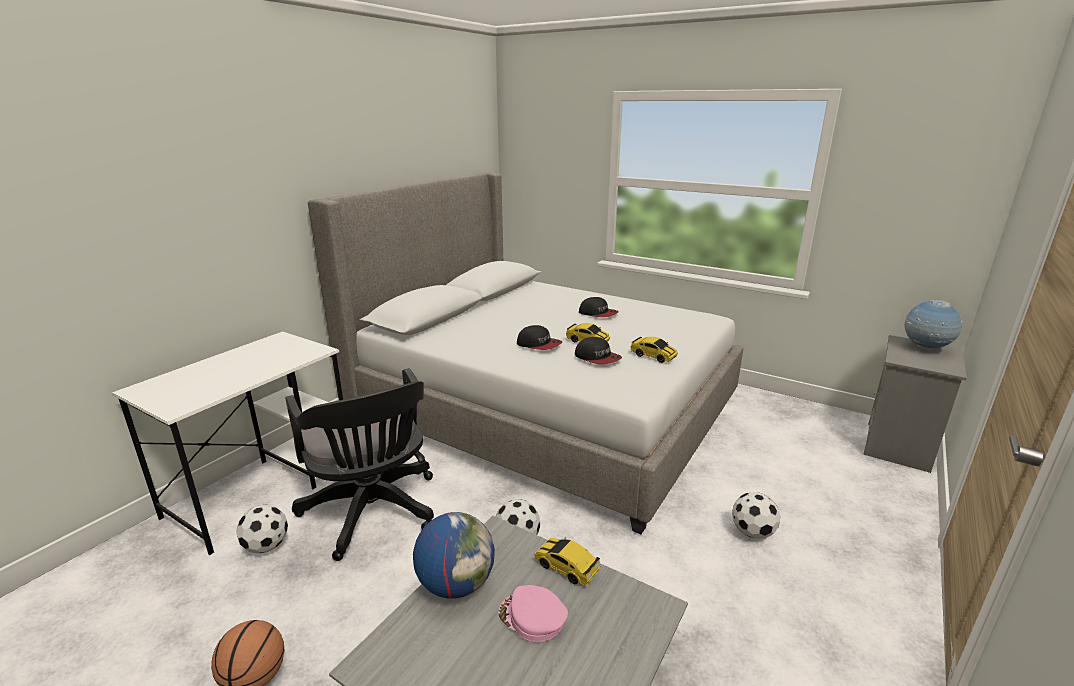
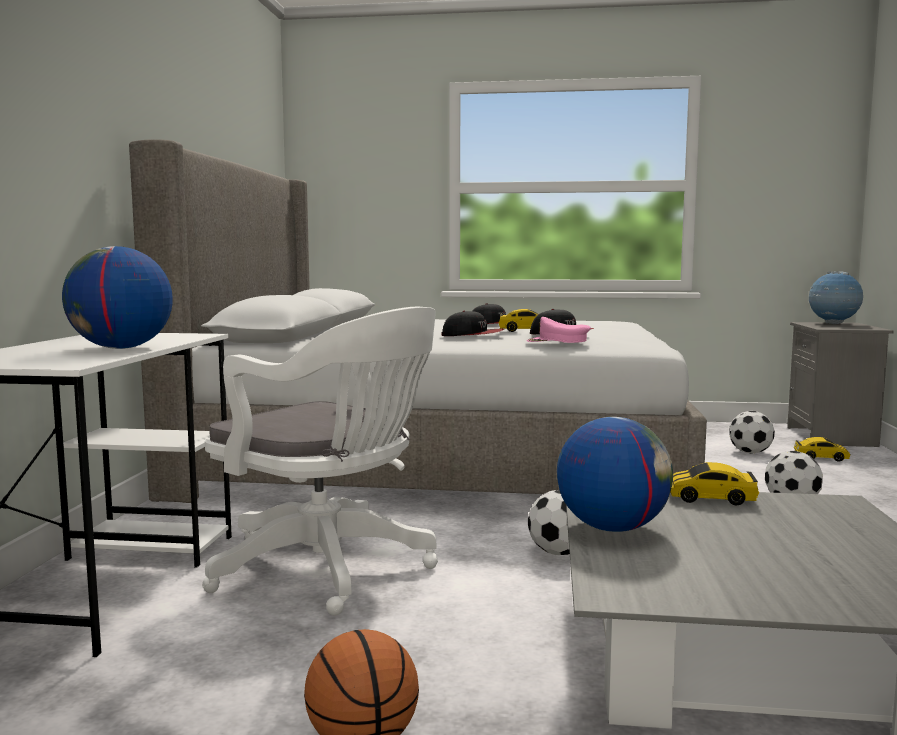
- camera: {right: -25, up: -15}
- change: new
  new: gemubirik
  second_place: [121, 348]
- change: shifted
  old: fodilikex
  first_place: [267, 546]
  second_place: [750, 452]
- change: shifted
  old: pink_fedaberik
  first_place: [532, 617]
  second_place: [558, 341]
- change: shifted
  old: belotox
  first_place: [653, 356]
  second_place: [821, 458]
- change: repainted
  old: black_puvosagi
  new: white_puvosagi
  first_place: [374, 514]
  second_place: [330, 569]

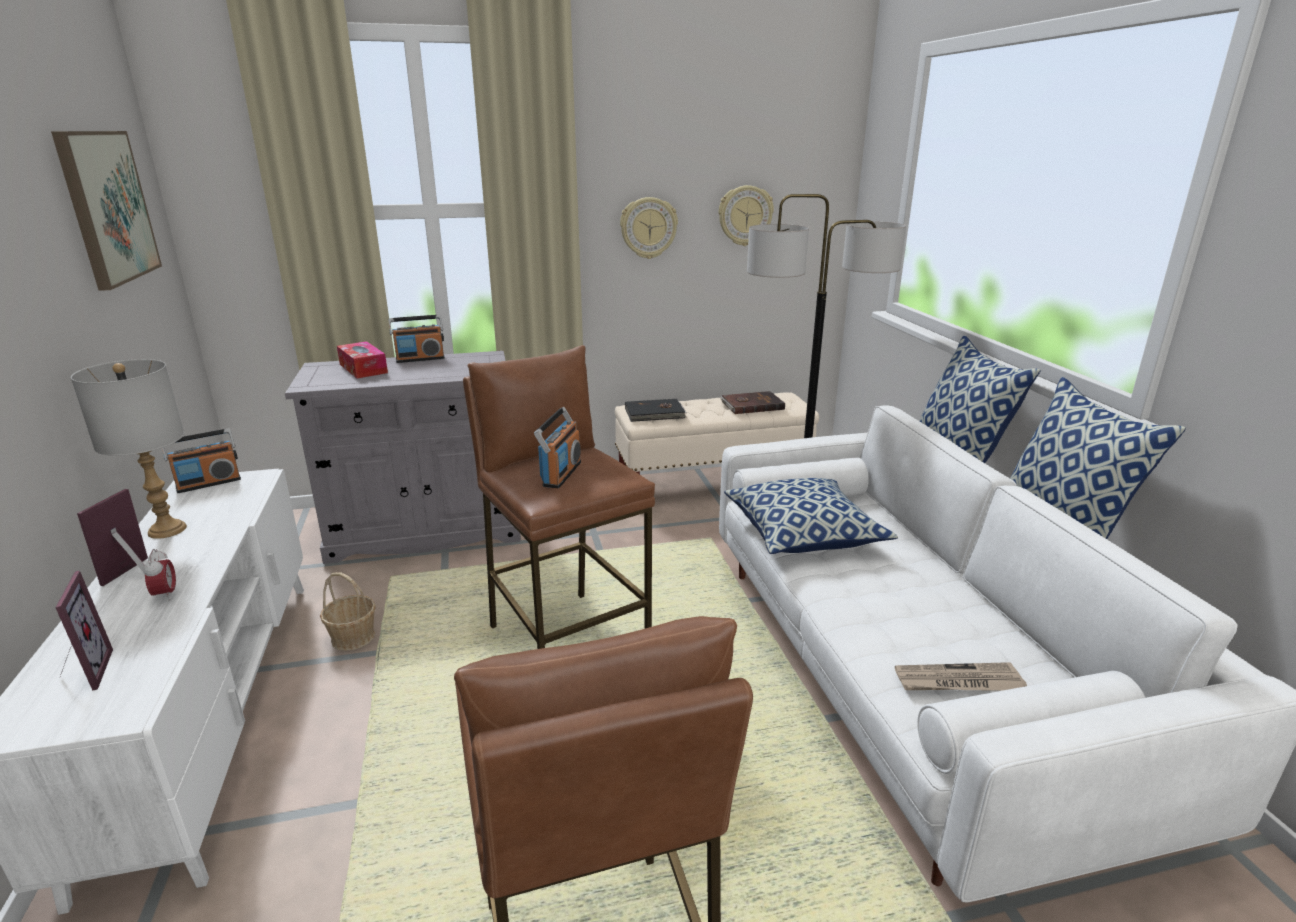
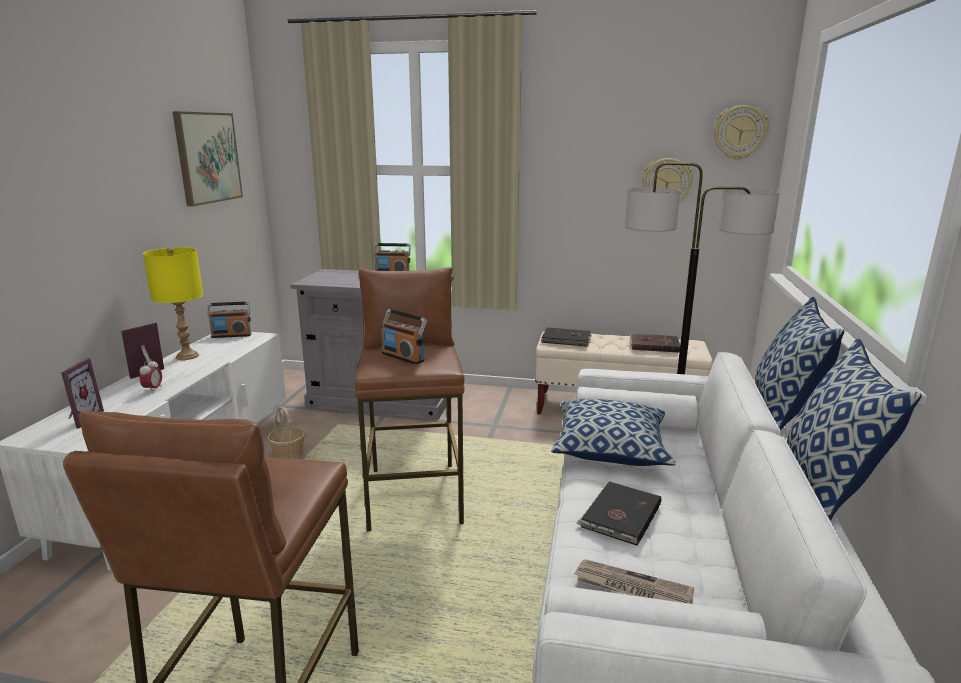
- camera: {right: 25, up: -5}
- change: gone
  old: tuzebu
  first_place: [363, 368]
- change: new
  new: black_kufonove
  second_place: [619, 515]
- change: shifted
  old: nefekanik
  first_place: [648, 228]
  second_place: [739, 132]
- change: repainted
  old: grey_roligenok
  new: yellow_roligenok
  first_place: [168, 530]
  second_place: [187, 356]
- change: rotated
  old: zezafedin
  first_place: [561, 474]
  second_place: [403, 357]
  degrees: 90

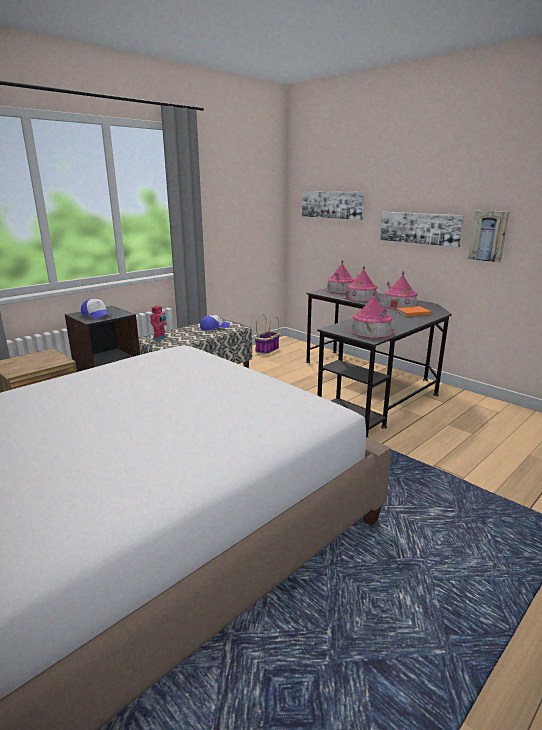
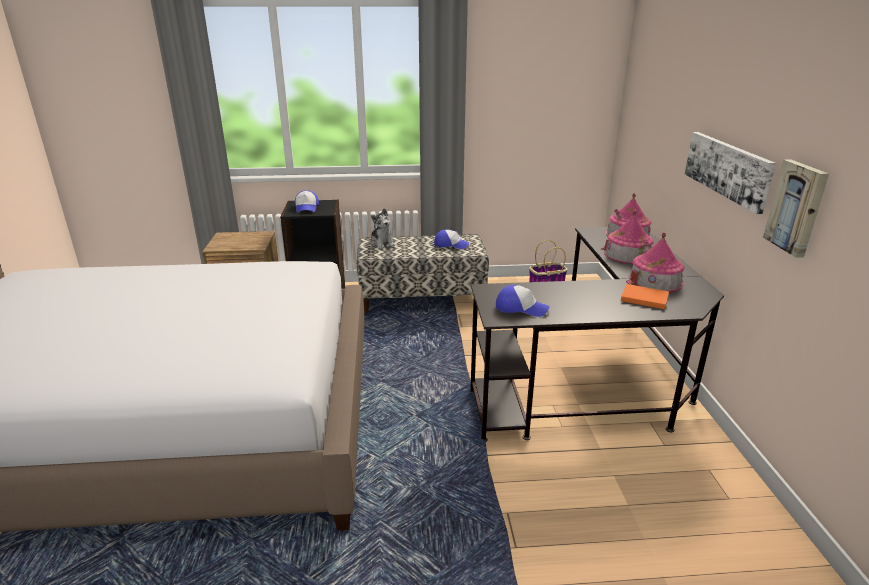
- camera: {right: 40, up: 5}
- change: gone
  old: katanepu
  first_place: [332, 204]
- change: swapped
  old: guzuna
  new: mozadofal
  first_place: [160, 338]
  second_place: [382, 243]
- change: swapped
  old: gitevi
  new: fedaberik
  first_place: [371, 331]
  second_place: [521, 308]

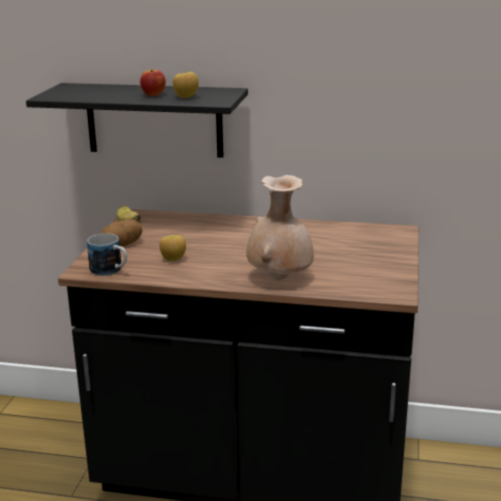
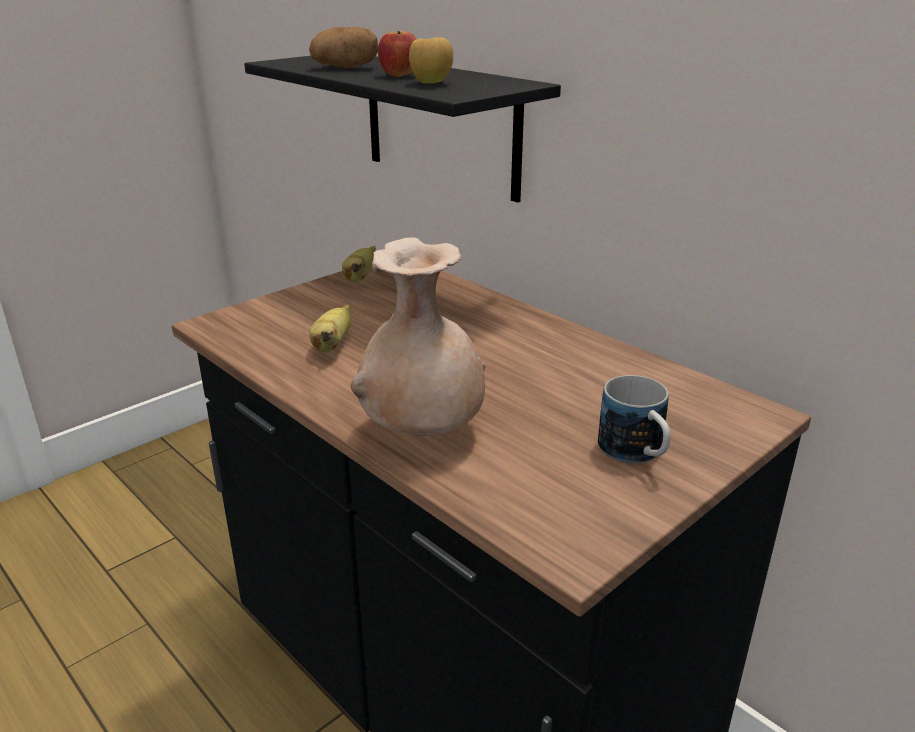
- camera: {right: 35, up: 5}
- change: shifted
  old: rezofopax
  first_place: [111, 271]
  second_place: [636, 455]
- change: shifted
  old: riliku
  first_place: [122, 245]
  second_place: [345, 67]
- change: swapped
  old: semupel
  new: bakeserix
  first_place: [173, 259]
  second_place: [332, 344]

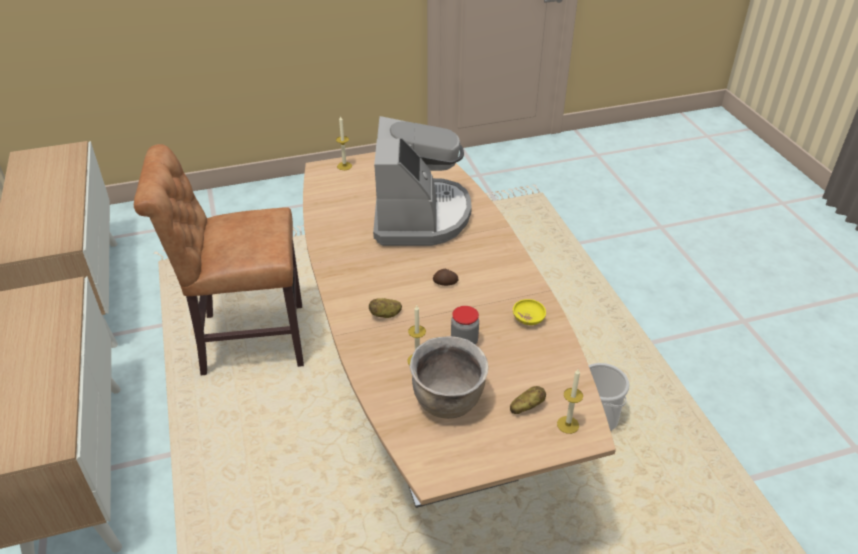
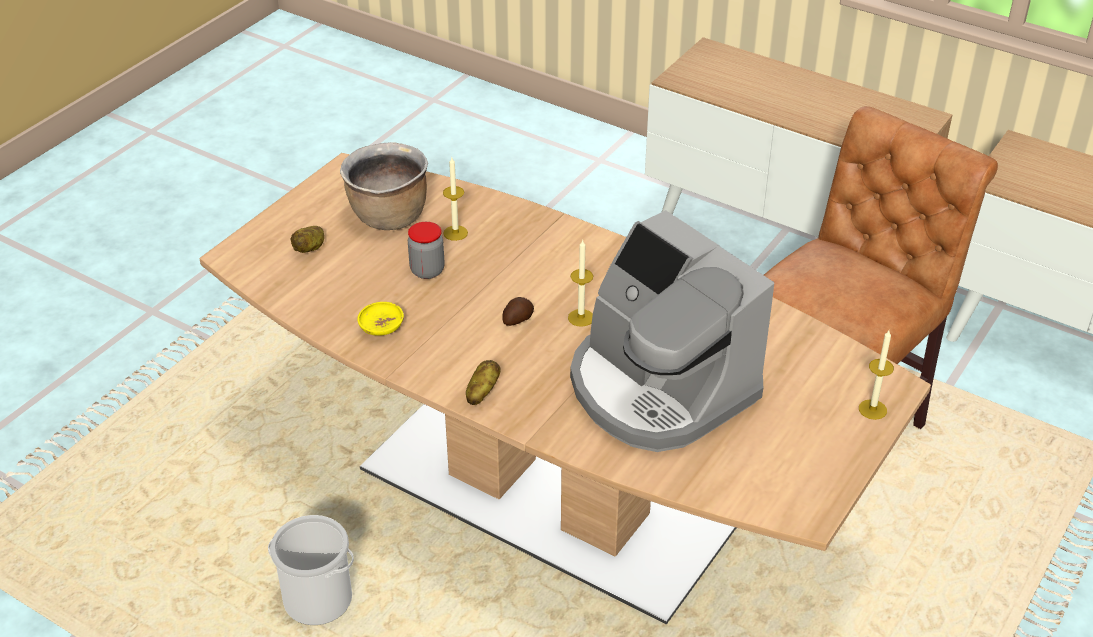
- camera: {right: 140, up: 0}
- change: shifted
  old: riliku
  first_place: [385, 315]
  second_place: [482, 392]
- change: shifted
  old: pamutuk
  first_place: [568, 424]
  second_place: [581, 318]

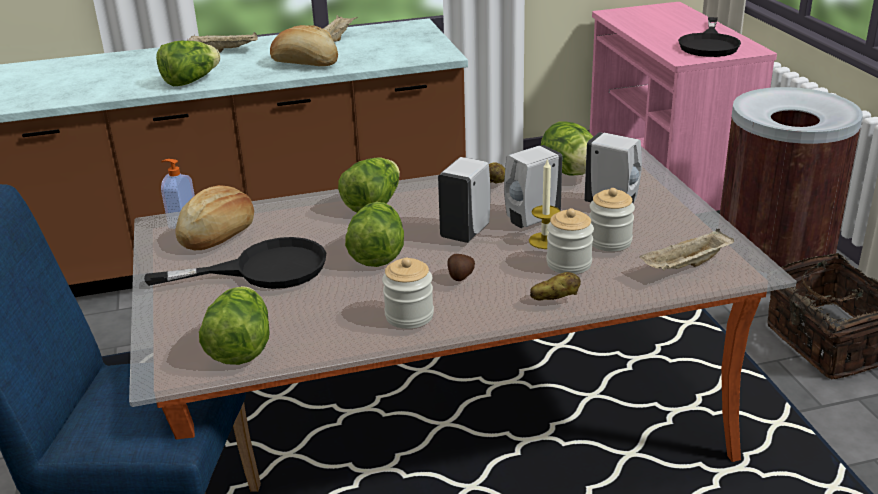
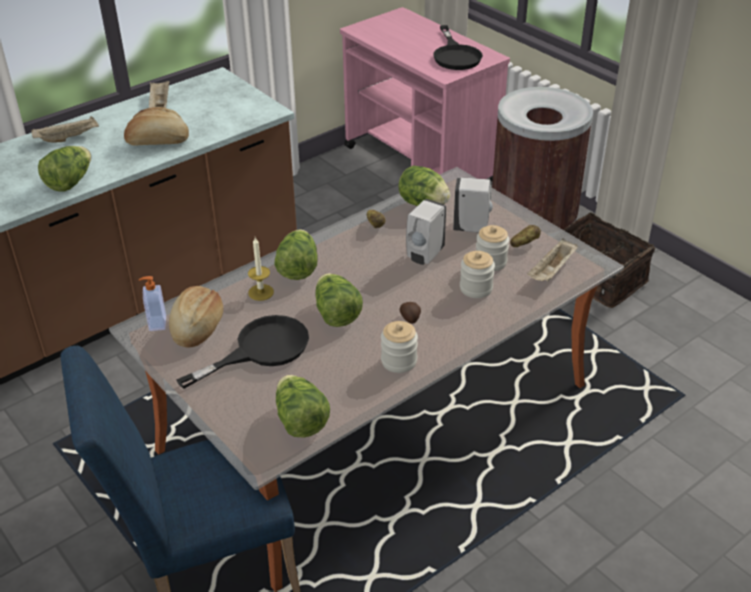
- camera: {right: -25, up: 10}
- change: gone
  old: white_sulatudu
  first_place: [466, 232]
- change: shifted
  old: pamutuk
  first_place: [545, 241]
  second_place: [261, 292]
- change: shifted
  old: riliku
  first_place: [555, 299]
  second_place: [524, 243]

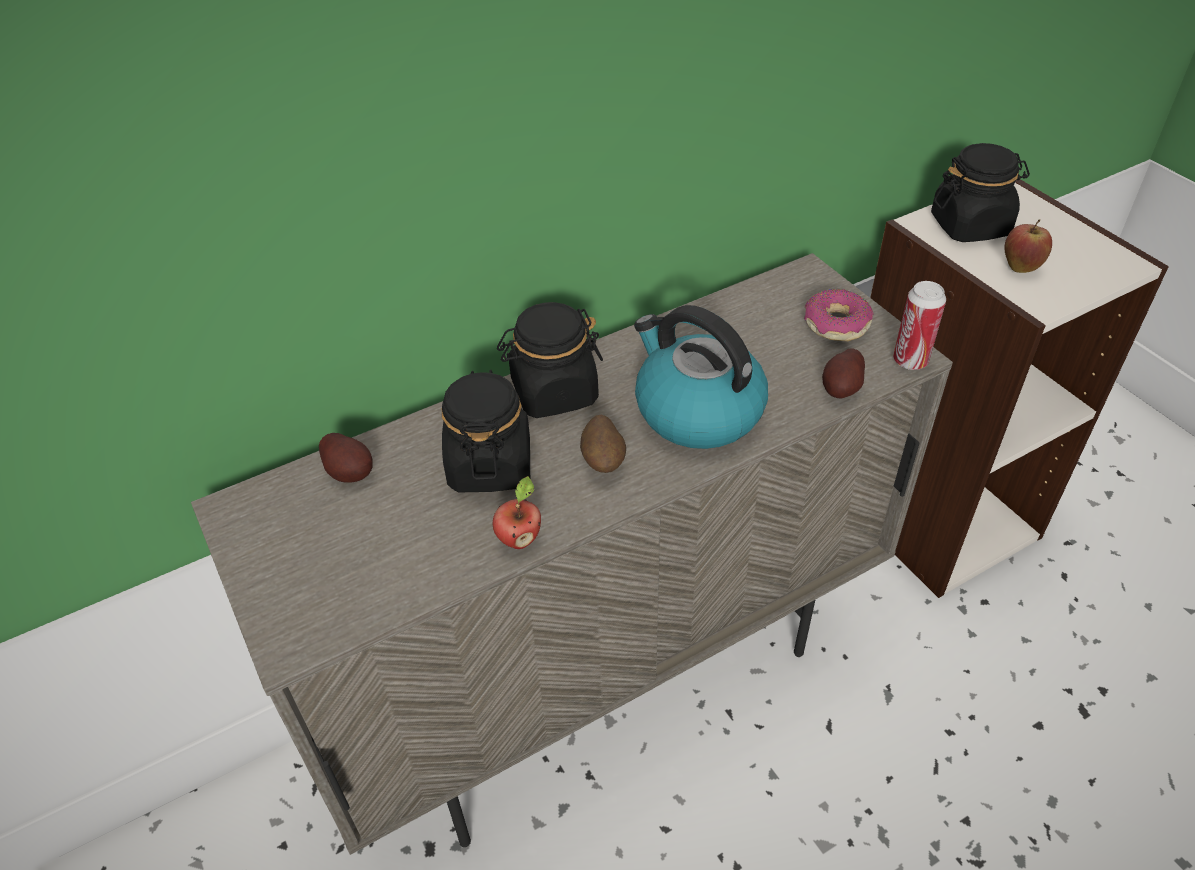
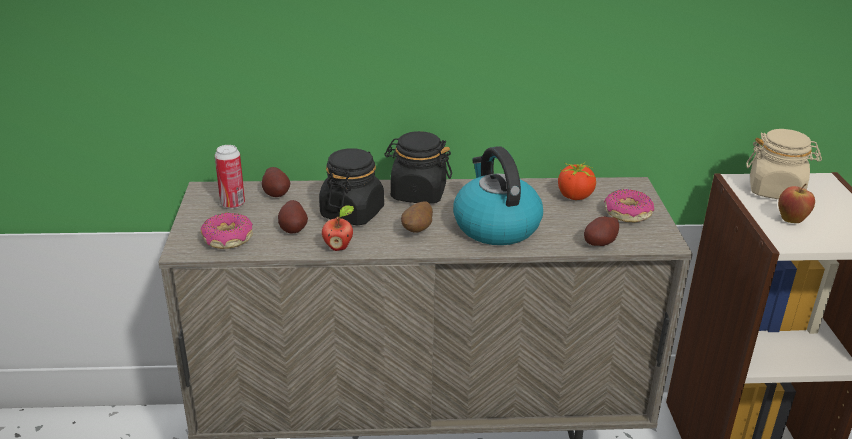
- camera: {right: 25, up: -15}
- change: new
  new: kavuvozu
  second_place: [227, 239]
- change: new
  new: riliku
  second_place: [293, 229]
- change: new
  new: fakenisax
  second_place: [574, 197]
- change: shifted
  old: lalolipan
  first_place: [910, 361]
  second_place: [232, 204]
- change: repainted
  old: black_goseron
  new: beige_goseron
  first_place: [970, 226]
  second_place: [775, 190]

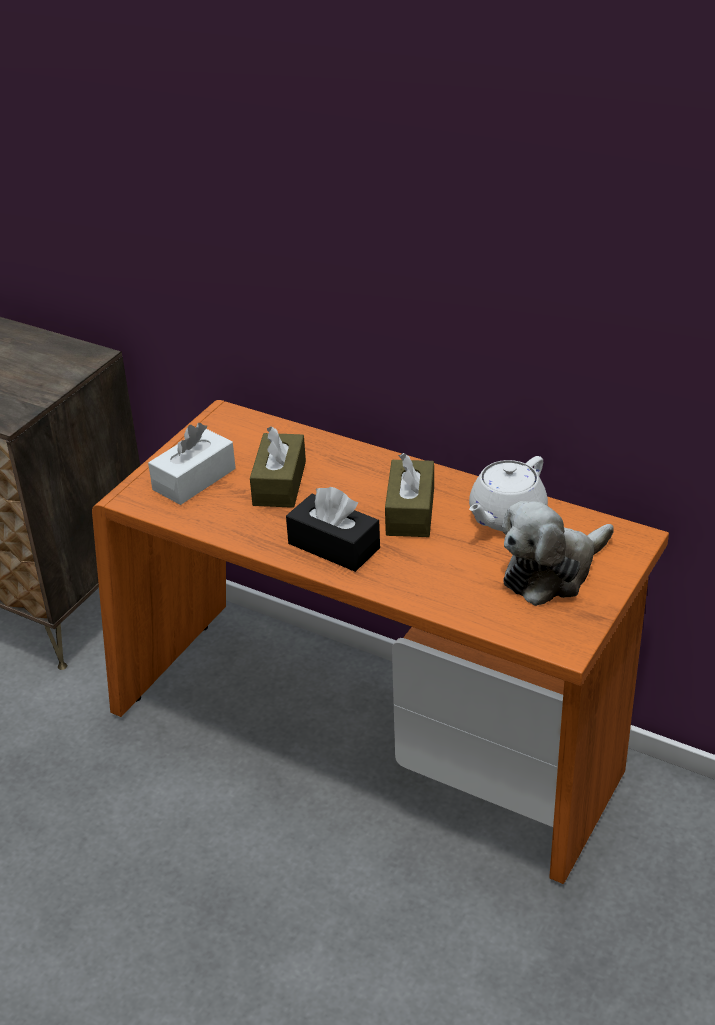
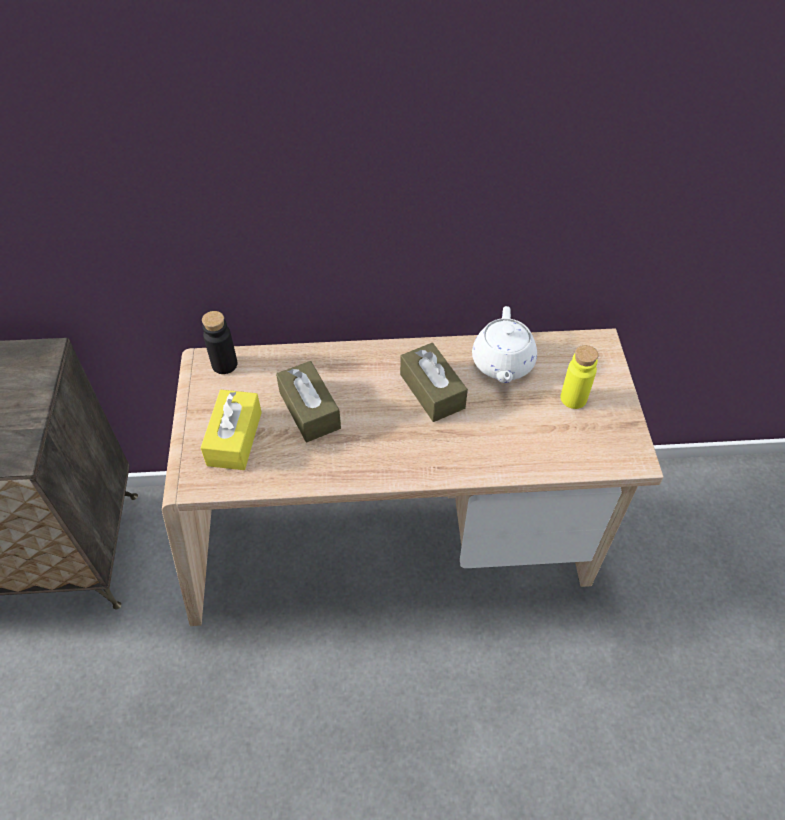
- camera: {right: -35, up: 15}
- change: gone
  old: black_tuzebu
  first_place: [334, 546]
- change: new
  new: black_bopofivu
  second_place: [224, 364]
- change: swapped
  old: mozadofal
  new: yellow_bopofivu
  first_place: [552, 572]
  second_place: [573, 398]
- change: repainted
  old: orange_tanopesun
  new: beige_tanopesun
  first_place: [368, 739]
  second_place: [392, 545]
- change: repainted
  old: white_tuzebu
  new: yellow_tuzebu
  first_place: [194, 479]
  second_place: [234, 438]

